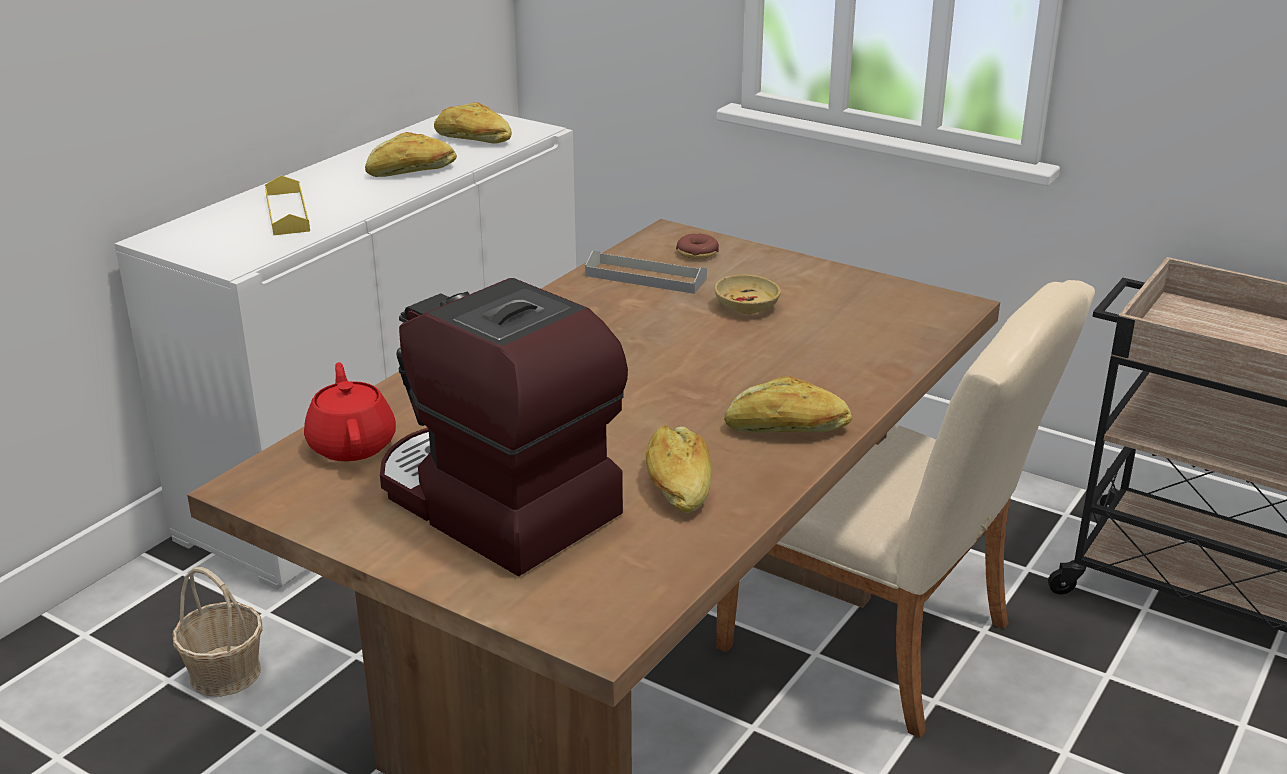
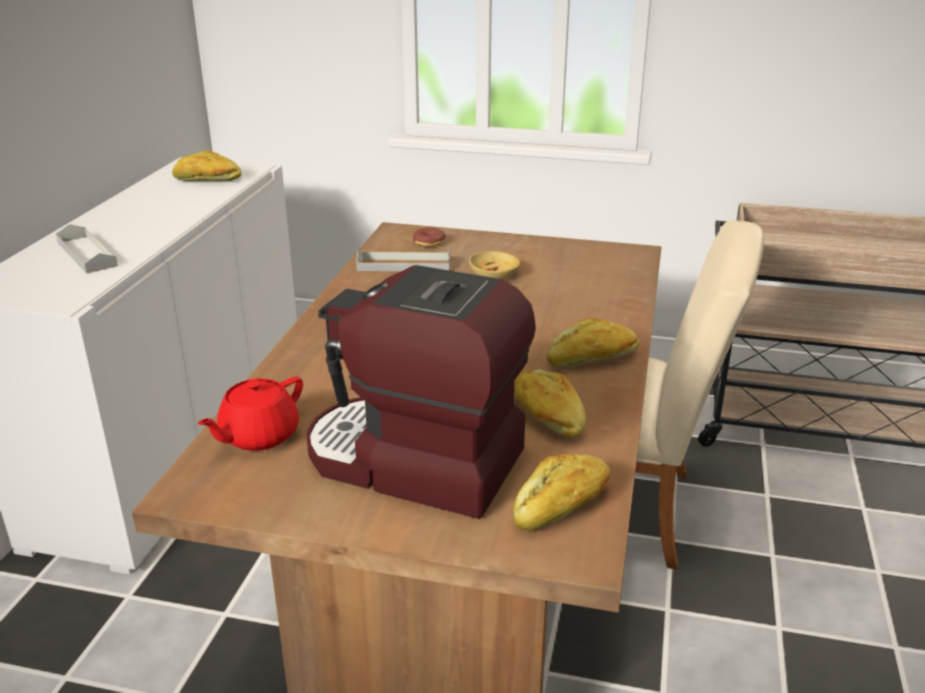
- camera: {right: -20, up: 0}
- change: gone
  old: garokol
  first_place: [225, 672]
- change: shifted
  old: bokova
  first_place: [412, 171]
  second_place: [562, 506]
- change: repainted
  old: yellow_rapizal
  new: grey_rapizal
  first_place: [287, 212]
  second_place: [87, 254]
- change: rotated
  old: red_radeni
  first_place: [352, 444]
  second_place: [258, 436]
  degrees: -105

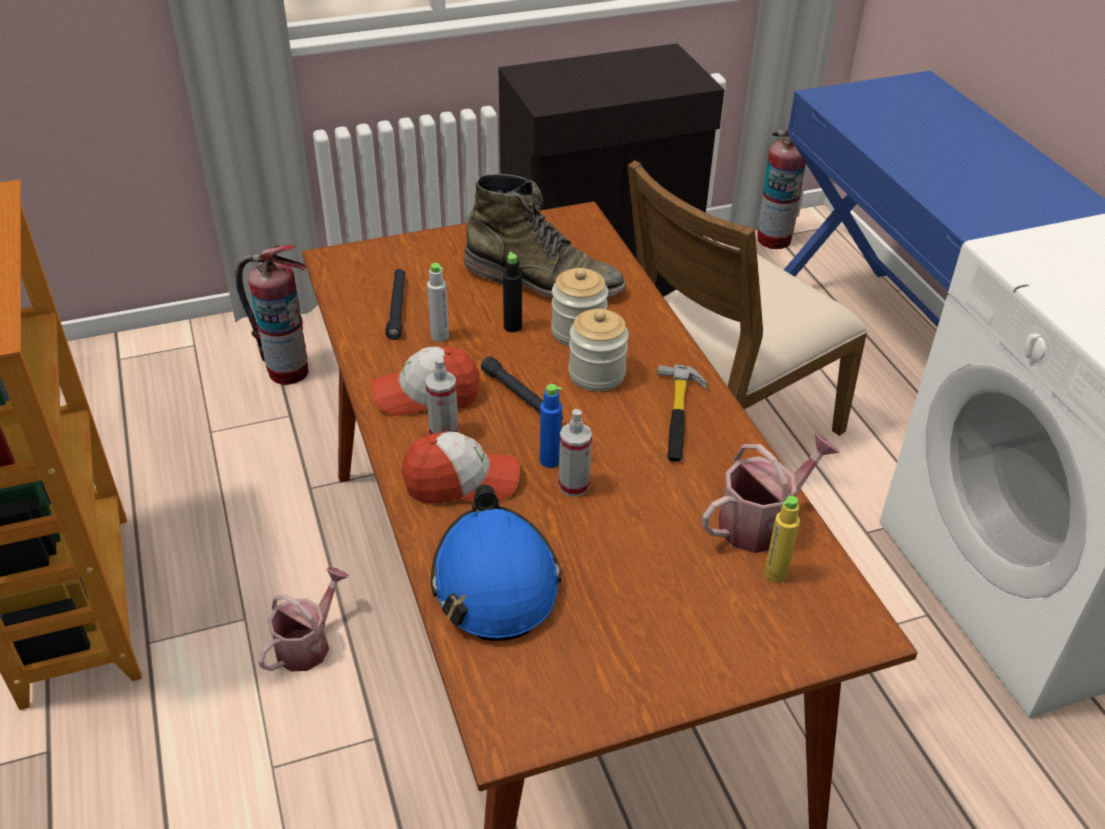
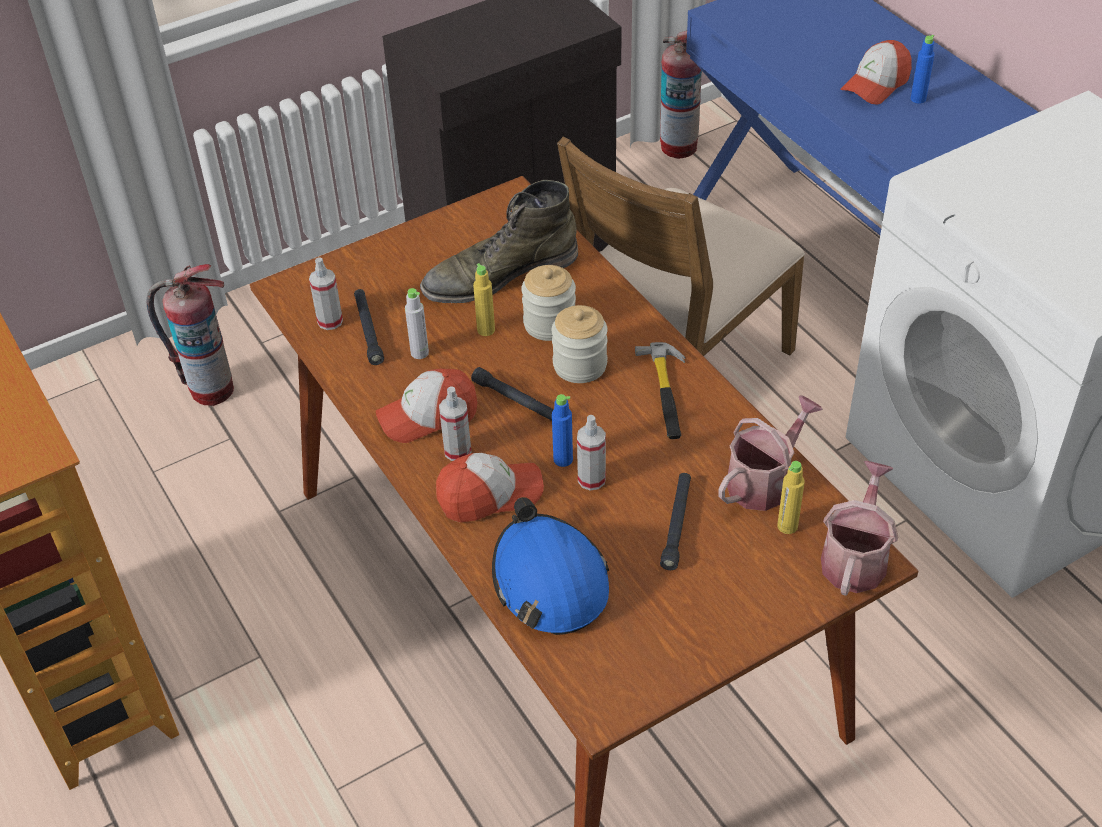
- camera: {right: -10, up: 5}
- change: new
  new: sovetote
  second_place: [330, 321]
- change: new
  new: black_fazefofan
  second_place: [676, 524]
- change: new
  new: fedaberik
  second_place: [875, 85]
- change: new
  new: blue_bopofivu
  second_place: [918, 99]
- change: shifted
  old: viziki
  first_place: [308, 643]
  second_place: [855, 557]
- change: repainted
  old: black_bopofivu
  new: yellow_bopofivu
  first_place: [512, 327]
  second_place: [486, 330]
- change: rotated
  old: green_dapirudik
  first_place: [543, 280]
  second_place: [499, 275]
  degrees: 150

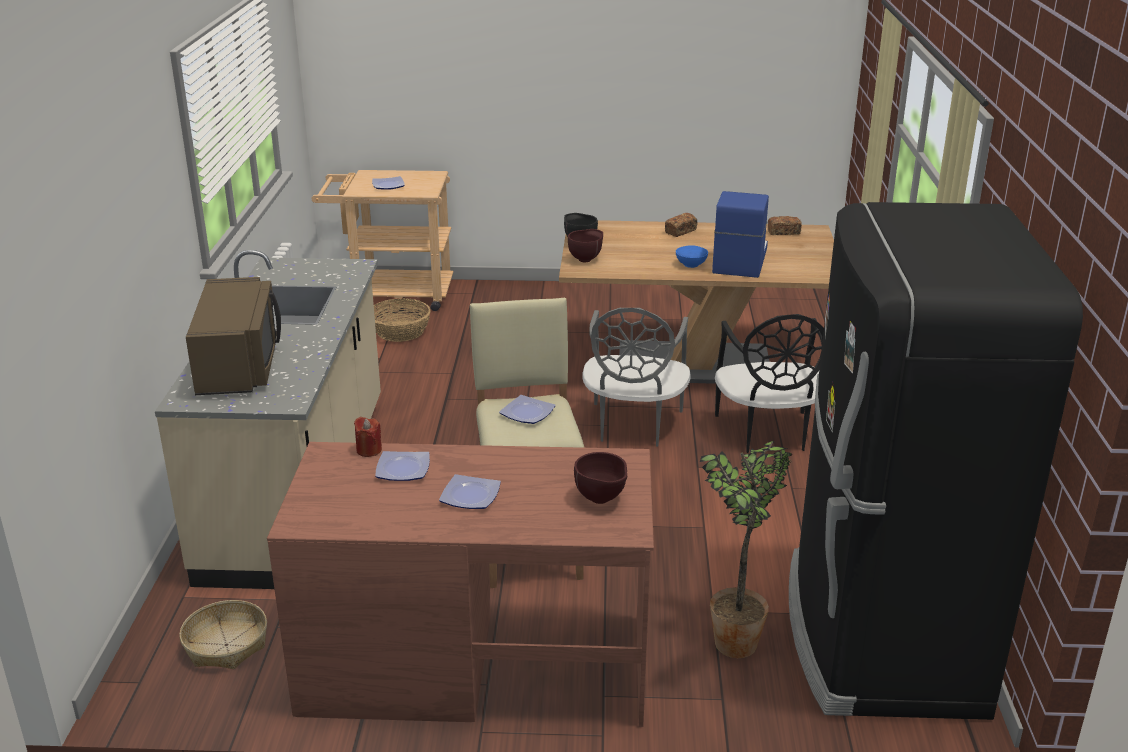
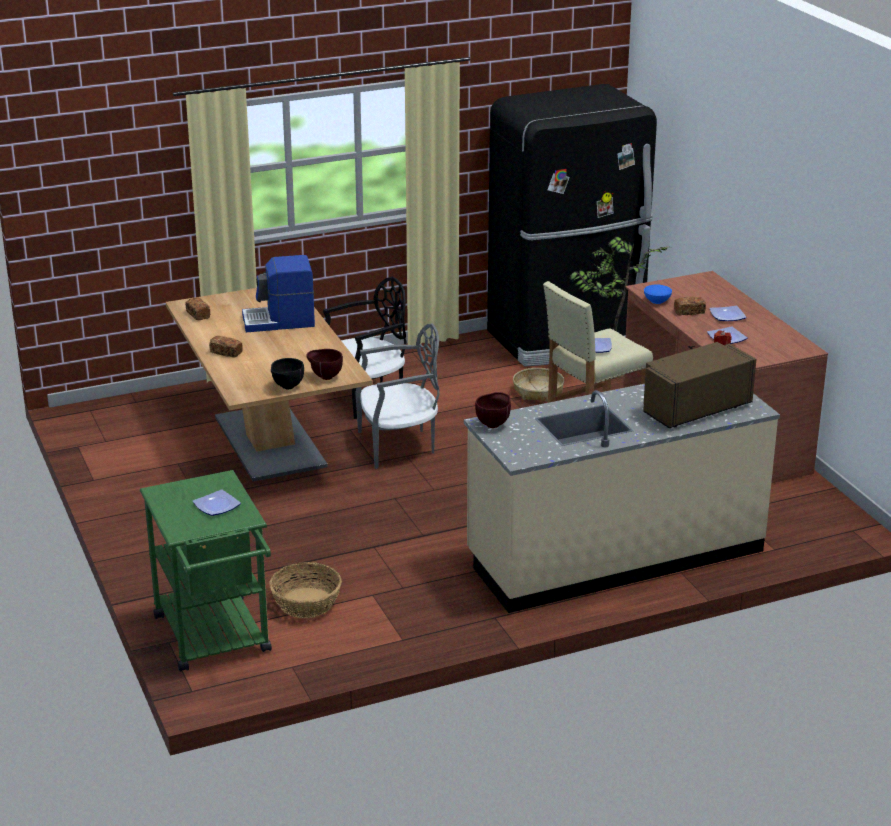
- camera: {right: -115, up: 0}
- change: new
  new: bokova
  second_place: [689, 312]
- change: shifted
  old: garokol
  first_place: [226, 645]
  second_place: [538, 391]
- change: shifted
  old: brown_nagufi
  first_place: [601, 500]
  second_place: [493, 424]
- change: shifted
  old: blue_nagufi
  first_place: [690, 264]
  second_place: [657, 301]
- change: repainted
  old: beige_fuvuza
  new: green_fuvuza
  first_place: [392, 295]
  second_place: [215, 640]

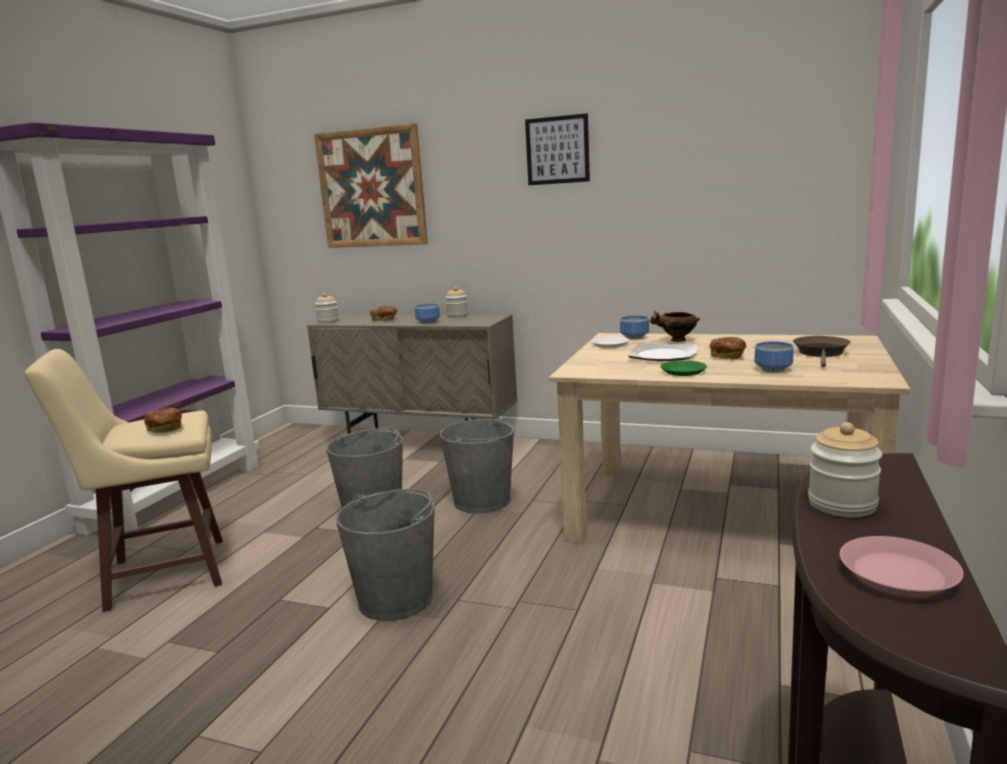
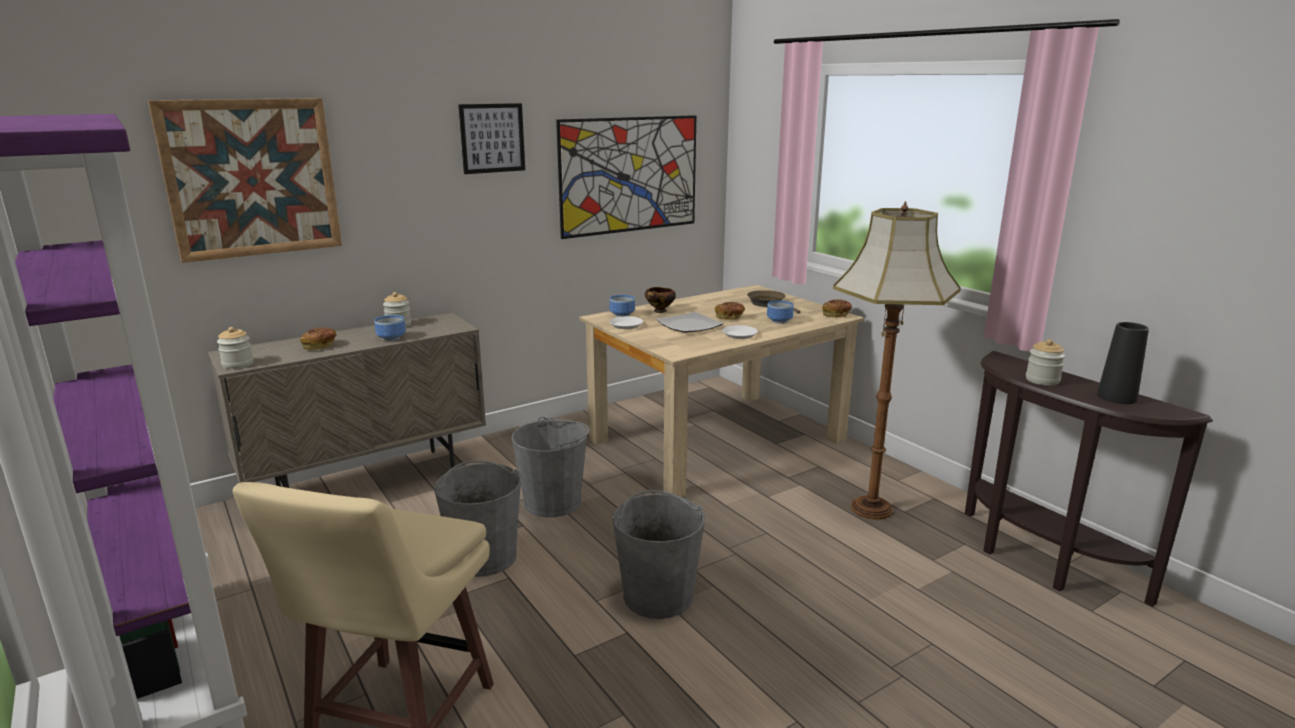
- camera: {right: -55, up: 5}
- change: new
  new: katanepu
  second_place: [629, 175]
- change: new
  new: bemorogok
  second_place: [872, 508]
- change: shifted
  old: bokova
  first_place: [165, 429]
  second_place: [836, 315]
- change: swapped
  old: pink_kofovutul
  new: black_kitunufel
  first_place: [898, 574]
  second_place: [1116, 397]
- change: repainted
  old: green_kofovutul
  new: white_kofovutul
  first_place: [683, 371]
  second_place: [740, 335]

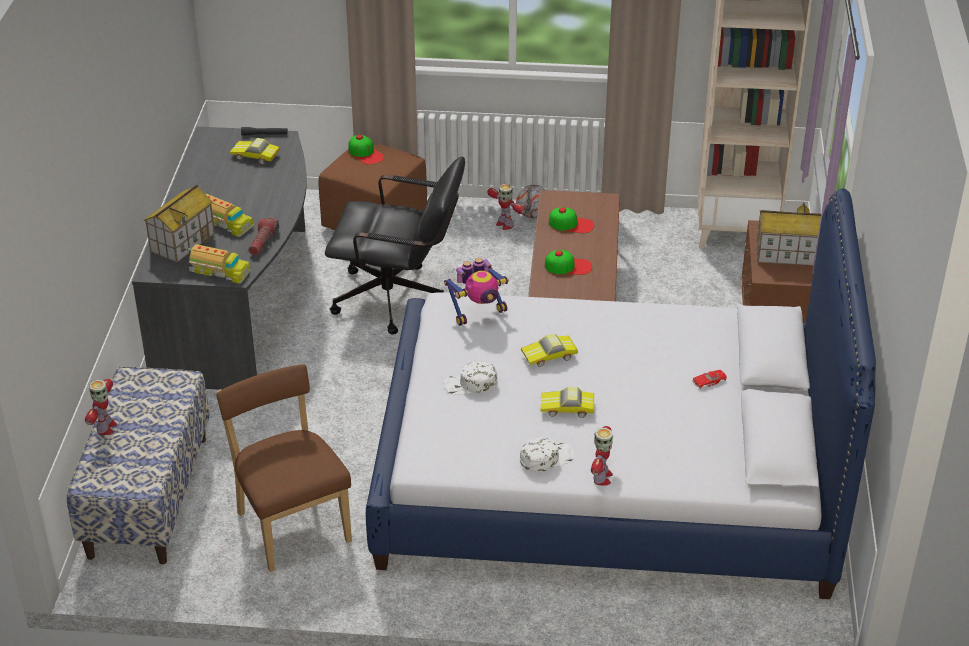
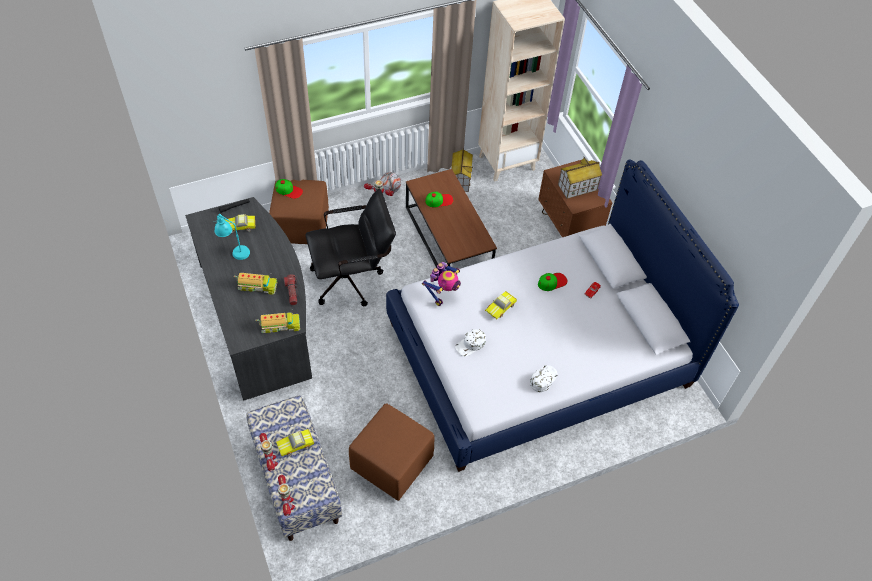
- camera: {right: -30, up: 15}
- change: new
  new: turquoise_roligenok
  second_place: [234, 250]
- change: shifted
  old: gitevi
  first_place: [182, 242]
  second_place: [460, 179]
- change: shifted
  old: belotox
  first_place: [567, 408]
  second_place: [296, 445]
- change: shifted
  old: fedaberik
  first_place: [568, 266]
  second_place: [552, 282]
- change: shifted
  old: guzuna
  first_place: [601, 477]
  second_place: [288, 504]
- change: swapped
  old: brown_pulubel
  new: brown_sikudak
  first_place: [291, 524]
  second_place: [392, 462]

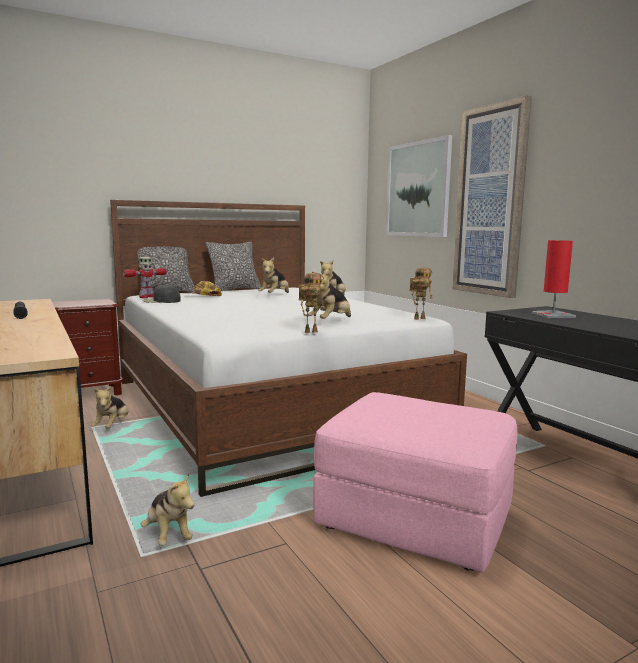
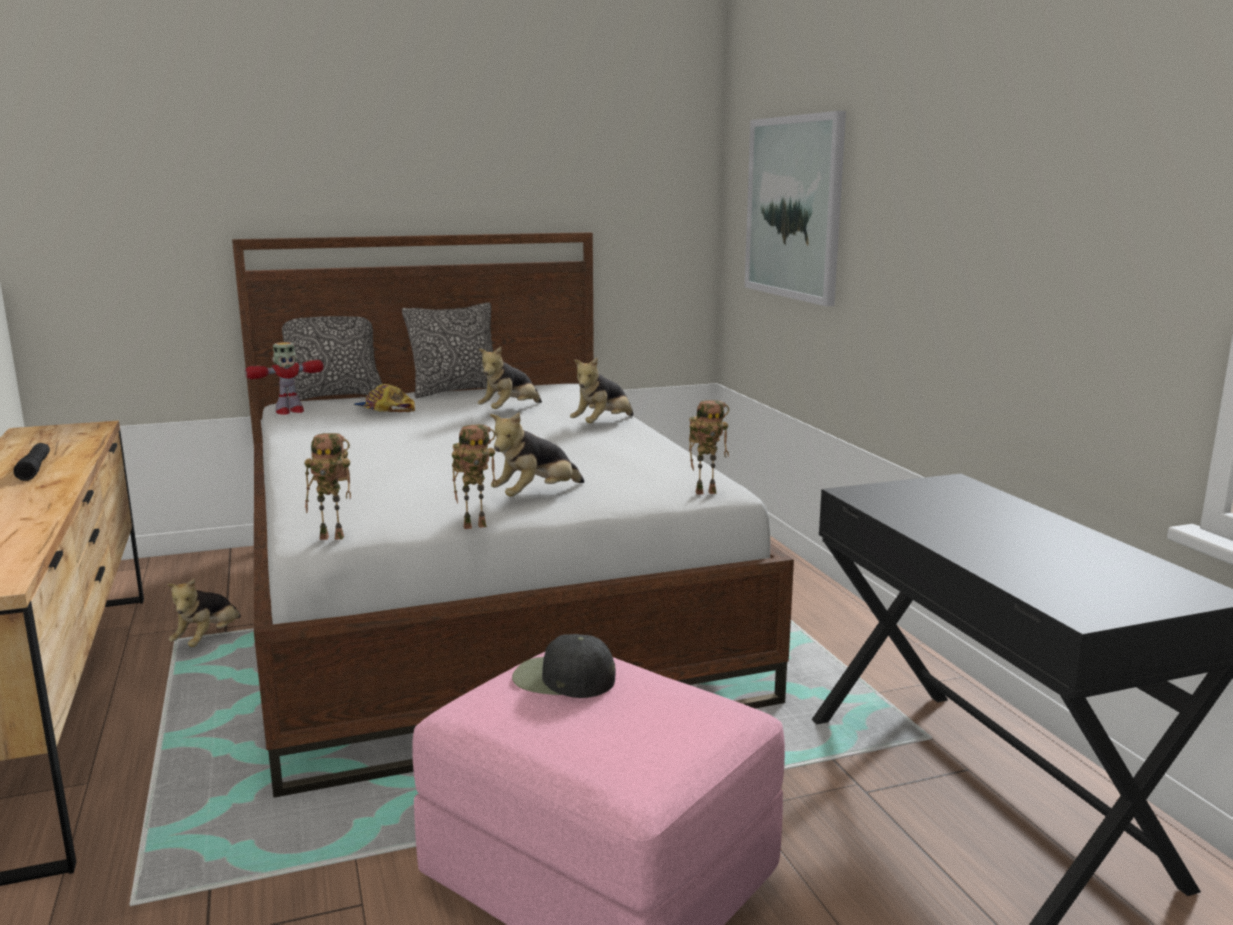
- camera: {right: 10, up: 5}
- change: gone
  old: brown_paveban
  first_place: [90, 393]
- change: gone
  old: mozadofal
  first_place: [168, 535]
- change: gone
  old: katanepu
  first_place: [490, 201]
- change: gone
  old: red_roligenok
  first_place: [553, 315]
- change: new
  new: guzuna
  second_place: [334, 537]
- change: shifted
  old: black_fedaberik
  first_place: [161, 301]
  second_place: [562, 679]

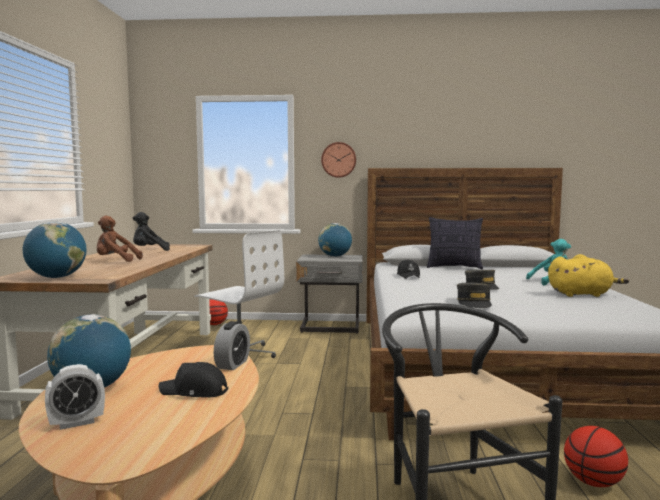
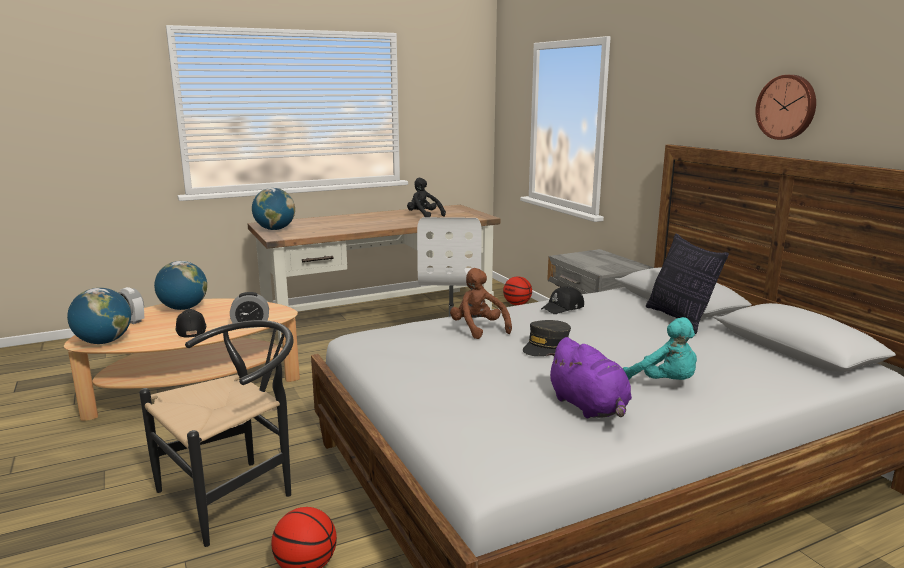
- camera: {right: 60, up: 10}
- change: gone
  old: grey_fedaberik
  first_place: [474, 303]
- change: shifted
  old: brown_mozadofal
  first_place: [115, 261]
  second_place: [478, 329]
- change: shifted
  old: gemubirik
  first_place: [335, 256]
  second_place: [104, 342]
- change: shifted
  old: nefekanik
  first_place: [338, 160]
  second_place: [787, 107]
- change: repainted
  old: yellow_mozadofal
  new: purple_mozadofal
  first_place: [582, 294]
  second_place: [589, 407]

